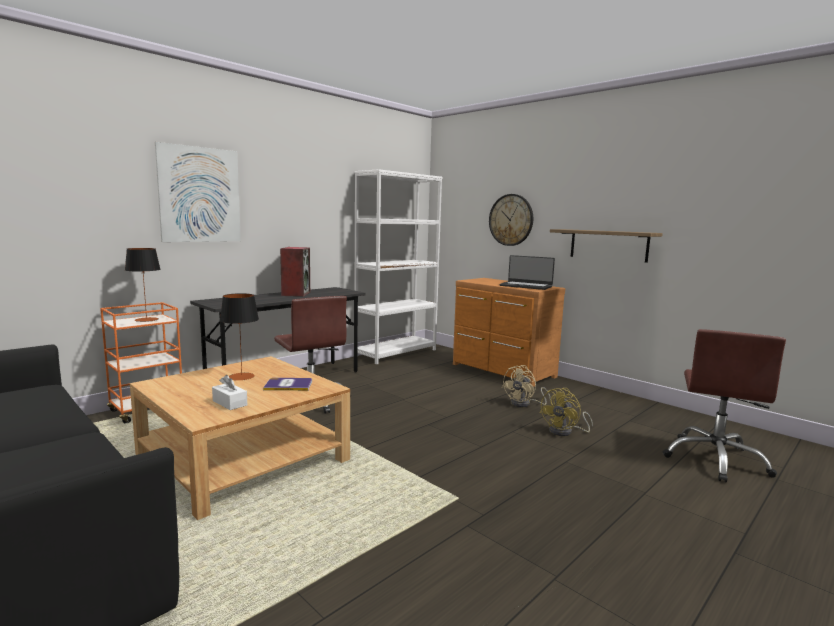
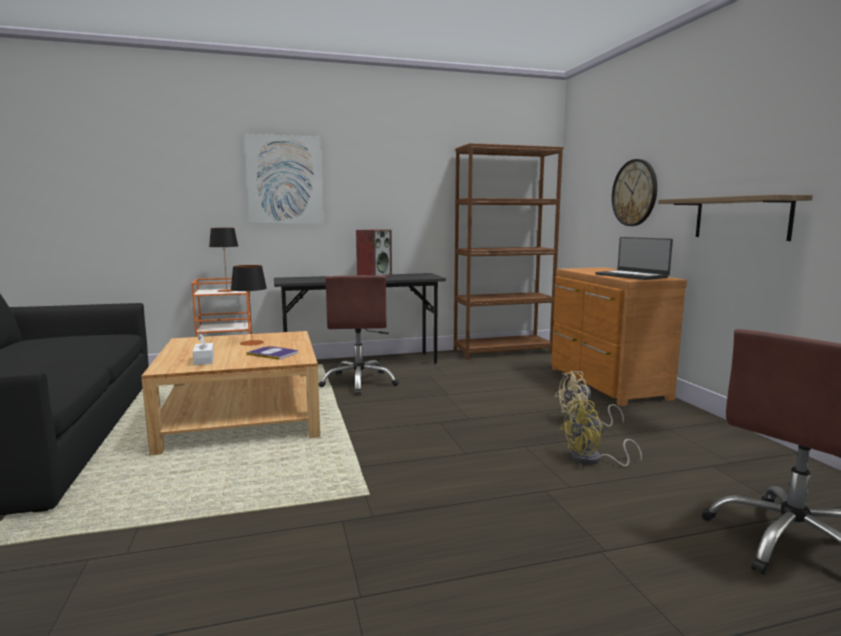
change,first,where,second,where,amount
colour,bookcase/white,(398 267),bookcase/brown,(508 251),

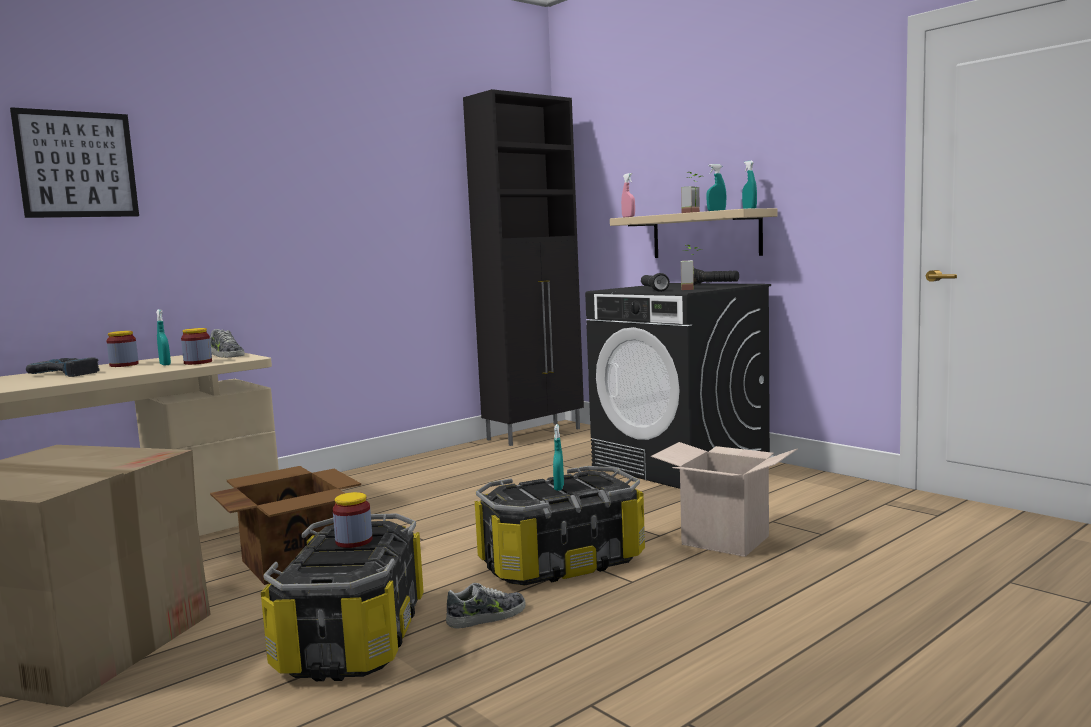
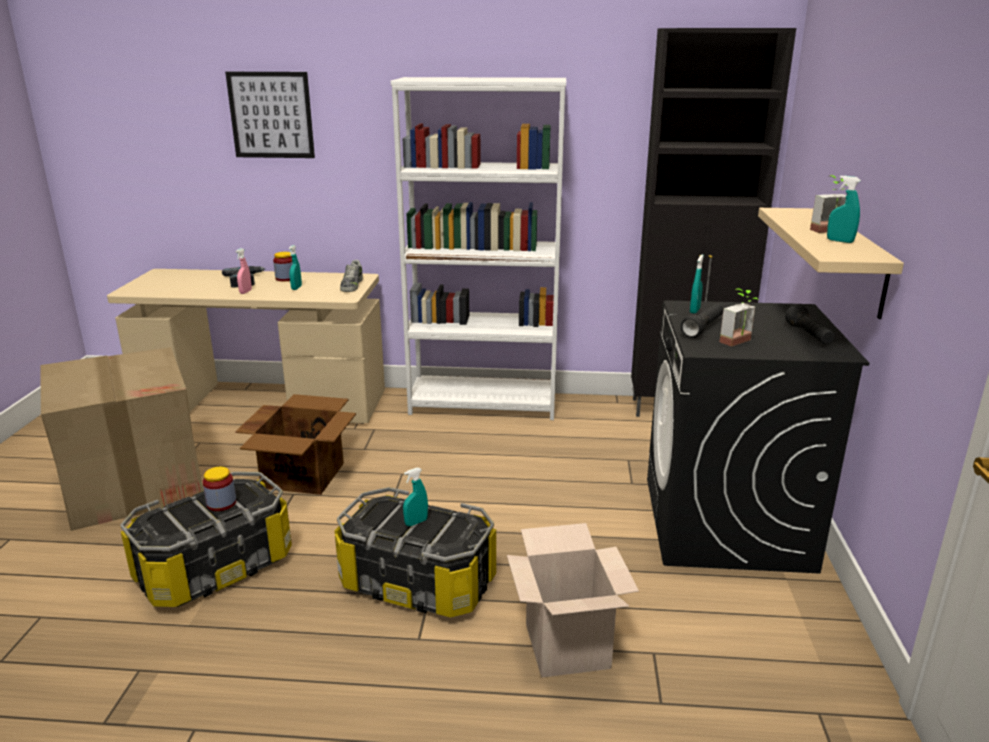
change,first,where,second,where,amount
missing,jar,(196 346),,,
missing,shoe,(486 606),,,
relocated,spray bottle/pink,(628 195),,(243 271),
relocated,spray bottle/turquoise,(749 185),,(697 284),
appeared,,,bookcase/white,(478 248),

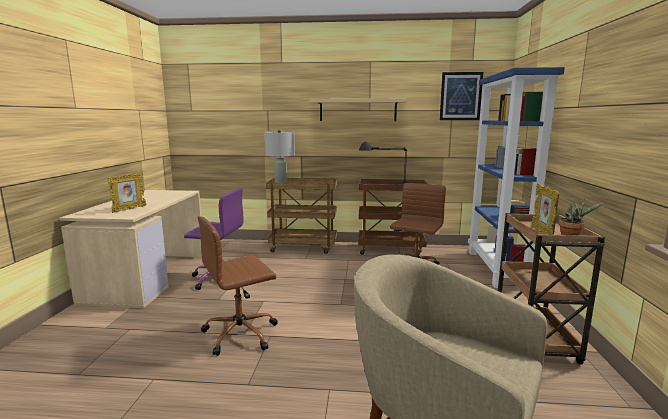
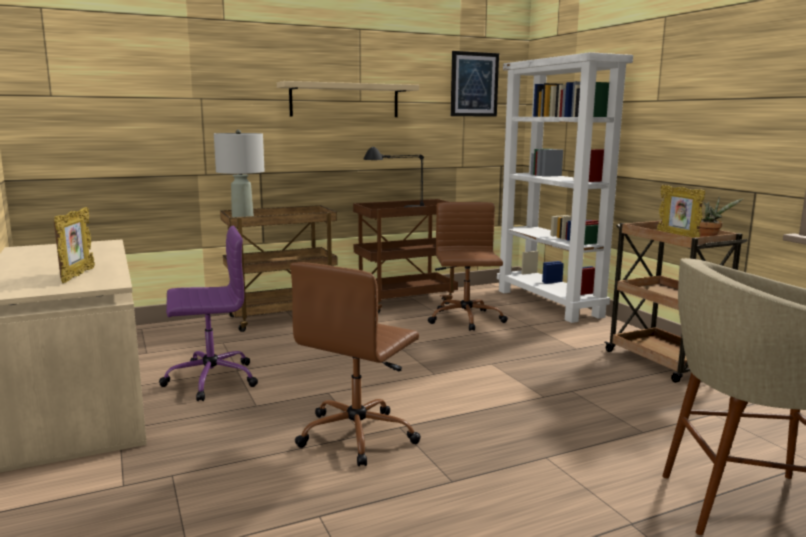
change,first,where,second,where,amount
colour,bookcase/blue,(516 177),bookcase/white,(565 187),

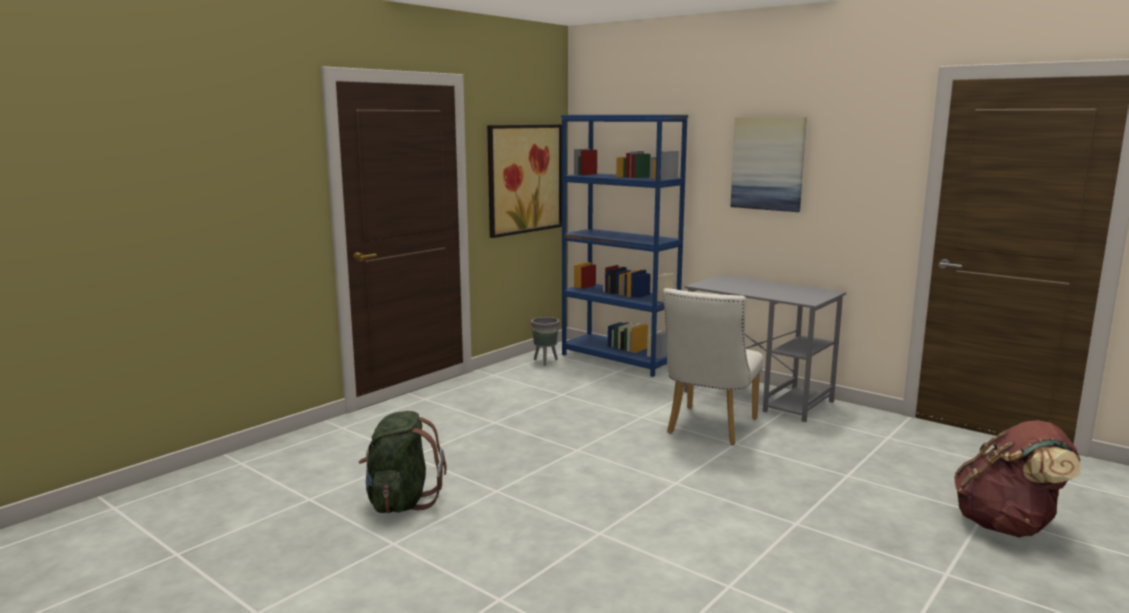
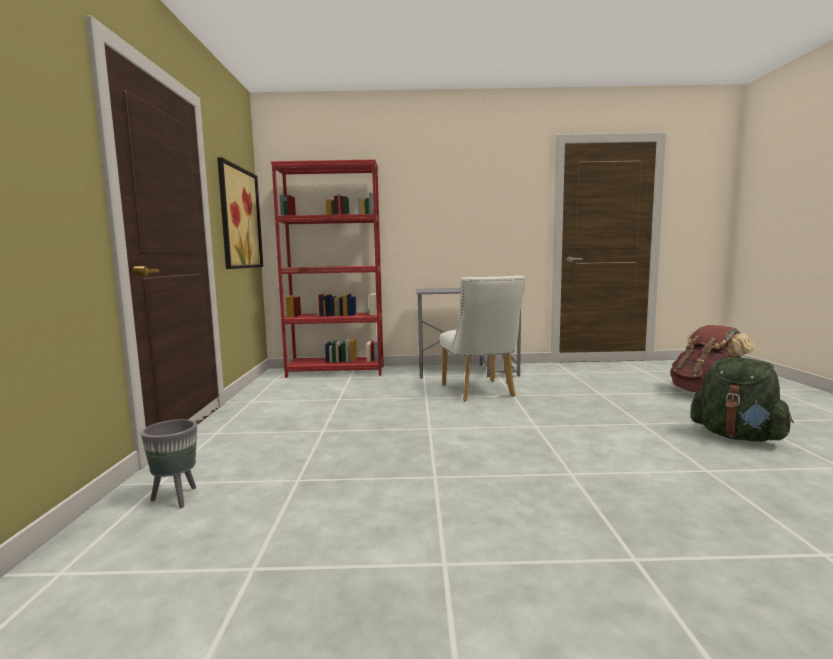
change,first,where,second,where,amount
relocated,backpack/green,(402 462),,(742 399),
relocated,planter/grey,(545 341),,(169 463),
colour,bookcase/blue,(624 246),bookcase/red,(327 268),
missing,picture,(768 164),,,

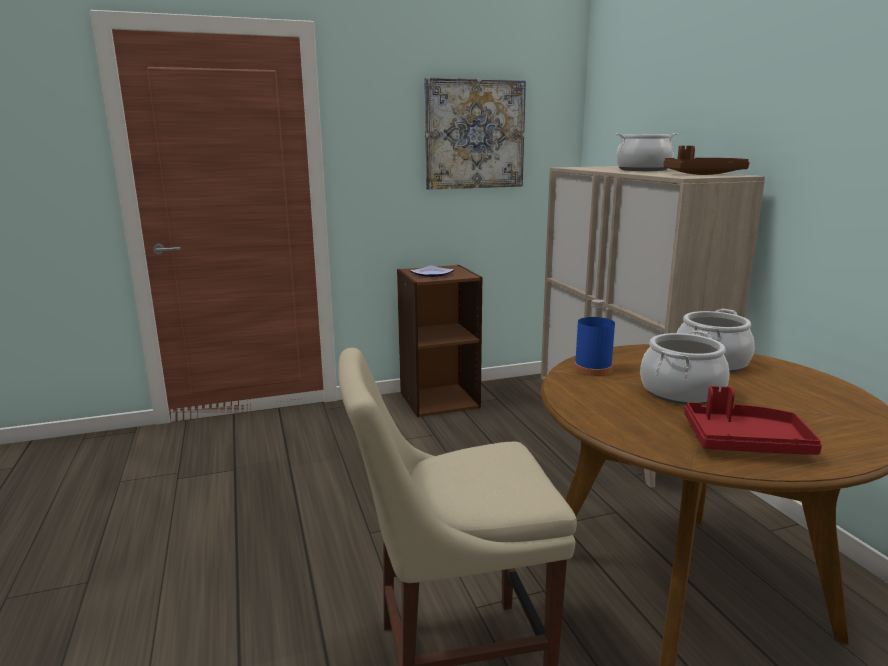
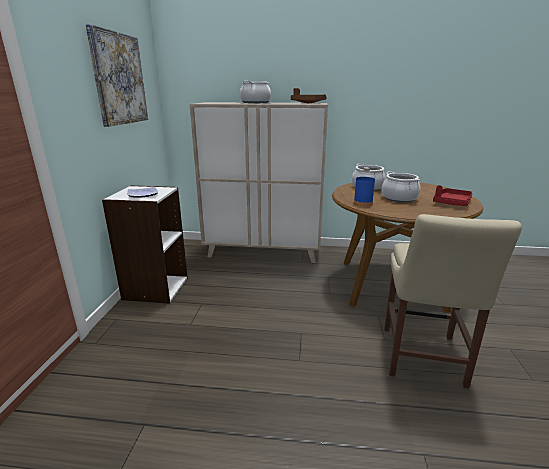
change,first,where,second,where,amount
colour,bookcase/brown,(439 341),bookcase/white,(145 245),

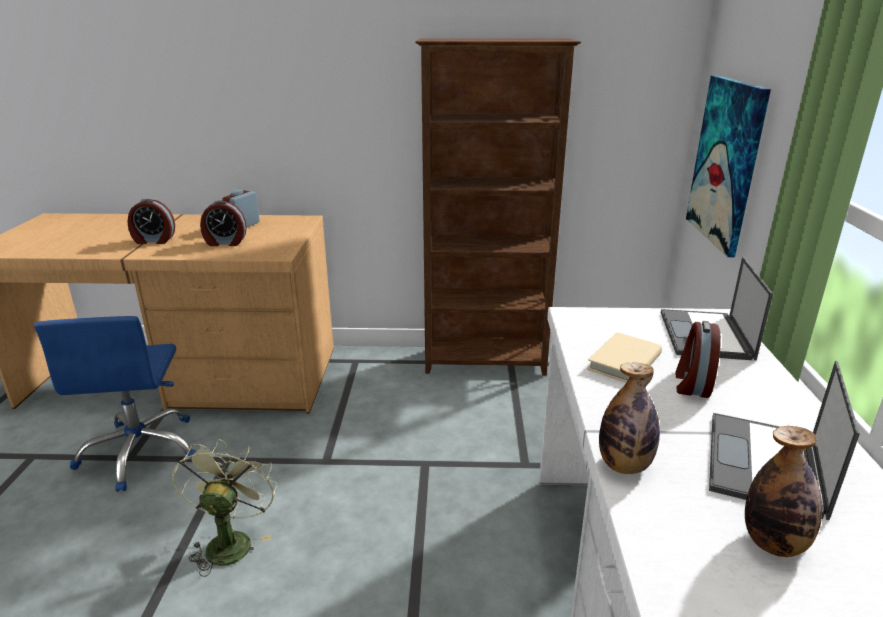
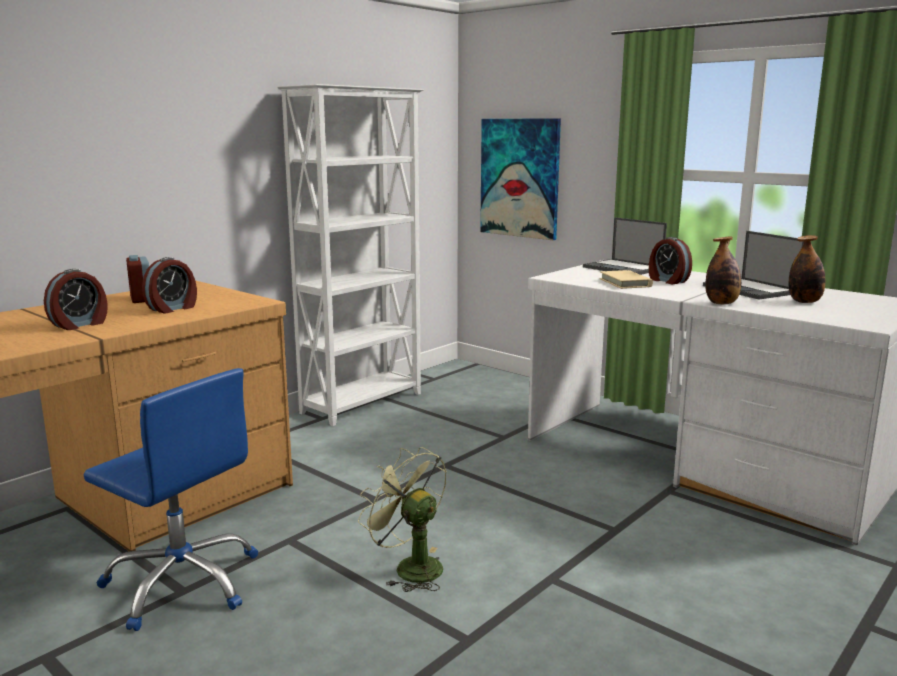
change,first,where,second,where,amount
colour,bookcase/brown,(498 207),bookcase/white,(350 255),

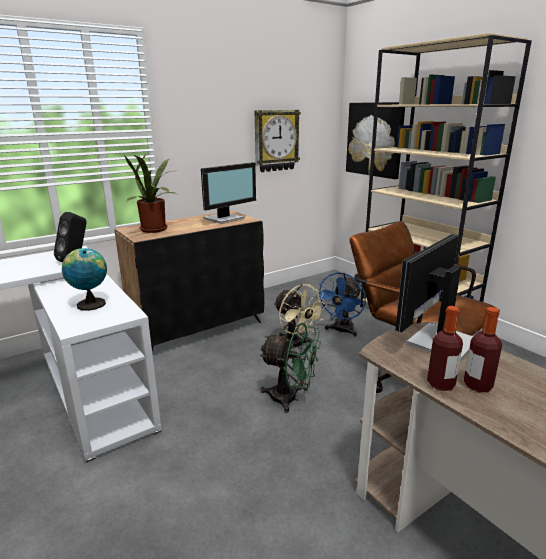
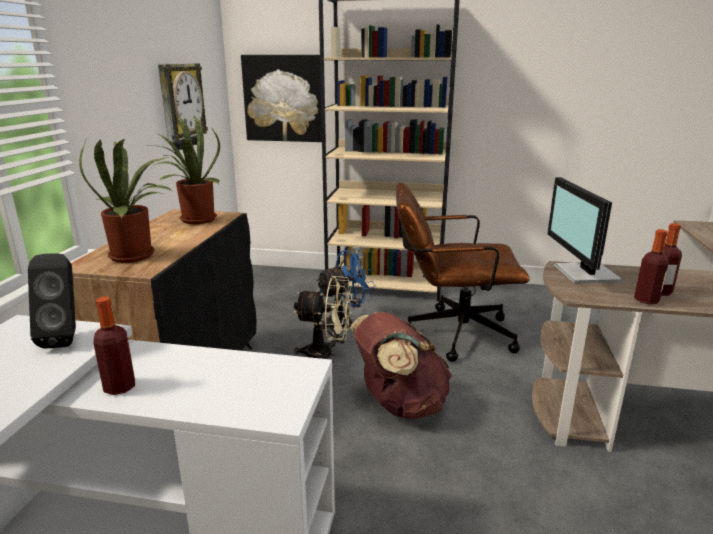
change,first,where,second,where,amount
missing,globe,(84 279),,,
exchanged,monitor,(228 193),potted plant,(184 169),
exchanged,fan/green,(290 368),backpack/brown,(401 365),
spun,fan/blue,(340 305),,(346 289),105 degrees counterclockwise
appeared,,,bottle,(114 345),

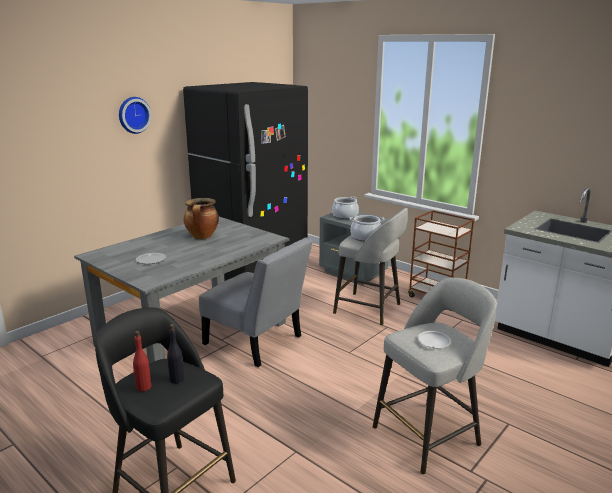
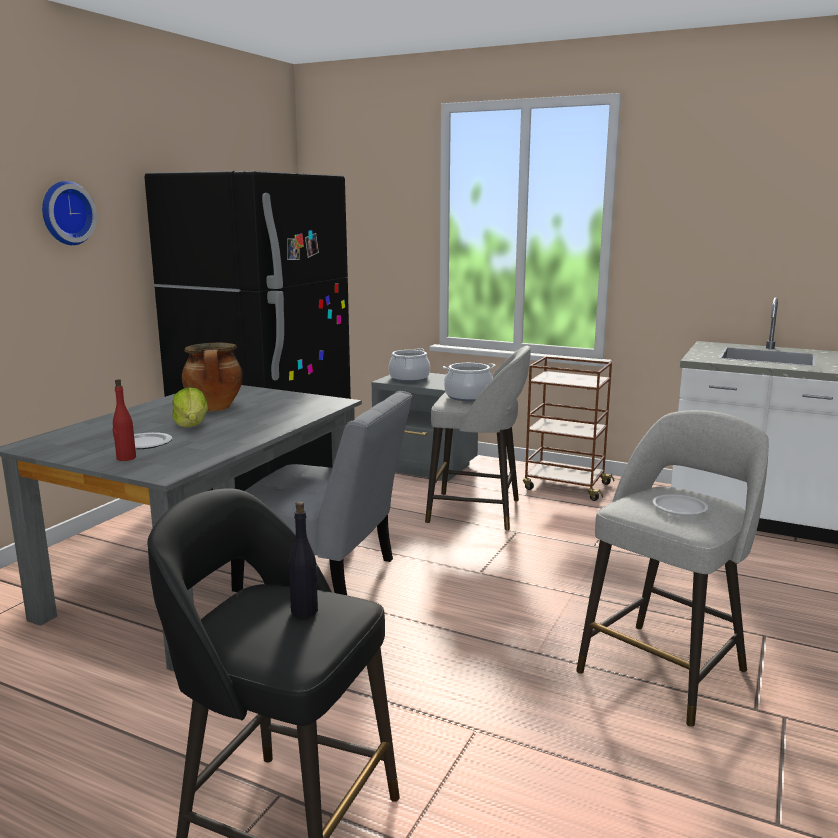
change,first,where,second,where,amount
relocated,bottle/red,(142 361),,(124 420),
appeared,,,lettuce,(190 407),

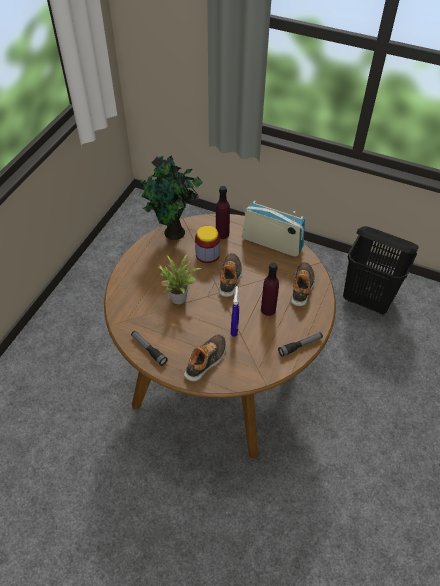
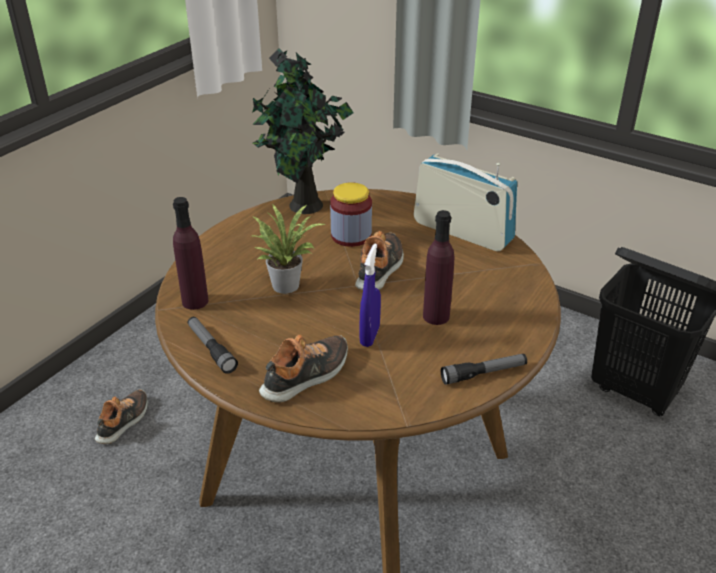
change,first,where,second,where,amount
relocated,bottle/purple,(223 212),,(190 253),
relocated,shoe,(303 284),,(121 416),

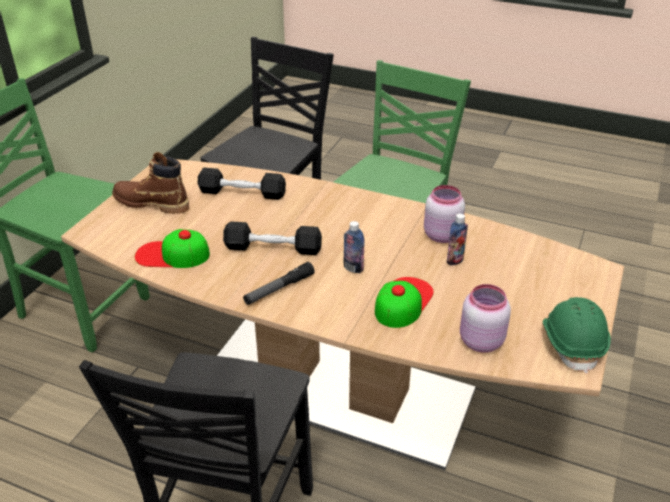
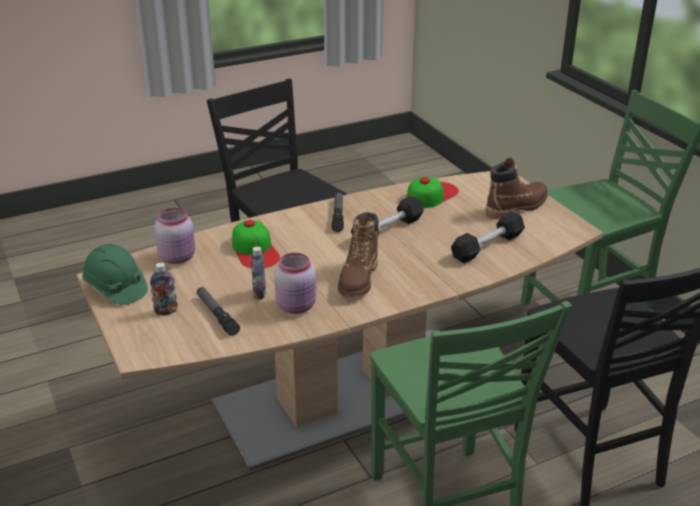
change,first,where,second,where,amount
relocated,bottle,(354 247),,(164 289),
appeared,,,flashlight,(218 311),
appeared,,,boot/brown,(358 254),

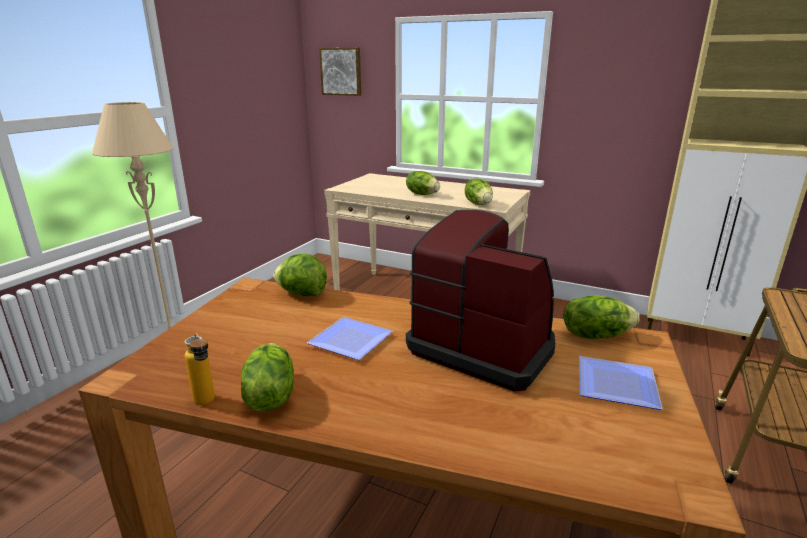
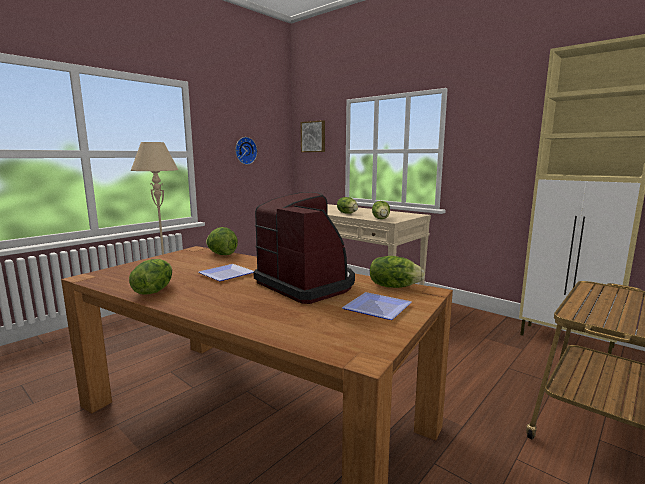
change,first,where,second,where,amount
missing,bottle,(200 369),,,
appeared,,,wall clock,(246 151),

